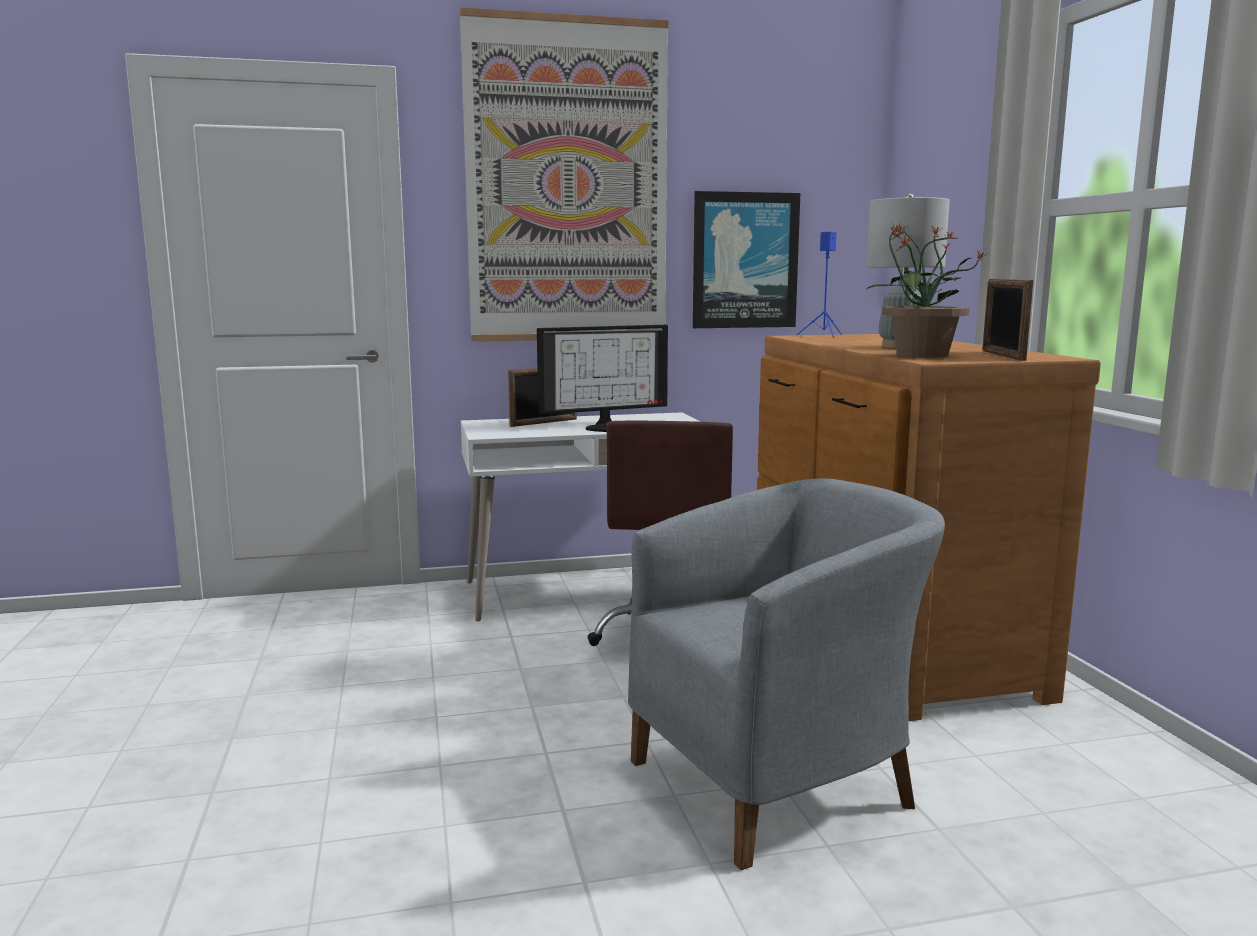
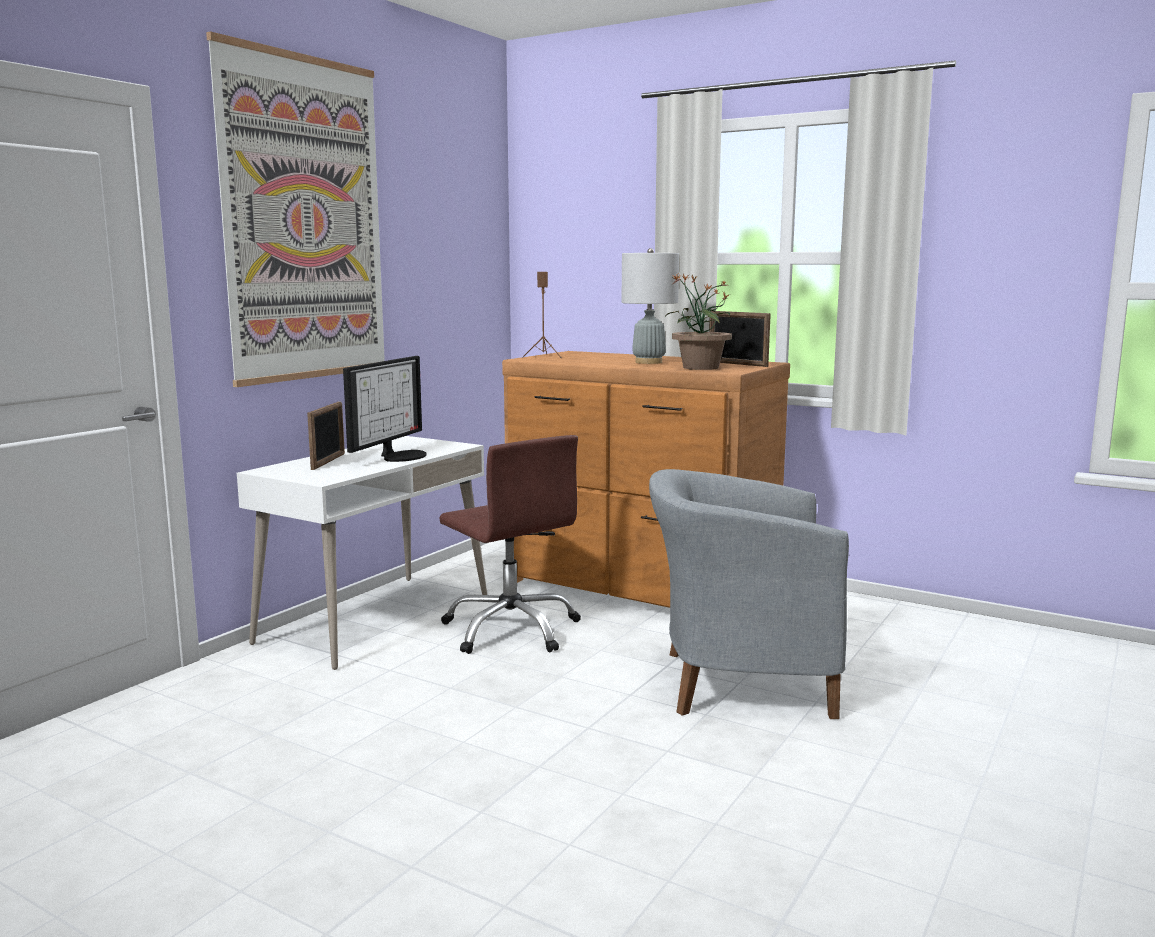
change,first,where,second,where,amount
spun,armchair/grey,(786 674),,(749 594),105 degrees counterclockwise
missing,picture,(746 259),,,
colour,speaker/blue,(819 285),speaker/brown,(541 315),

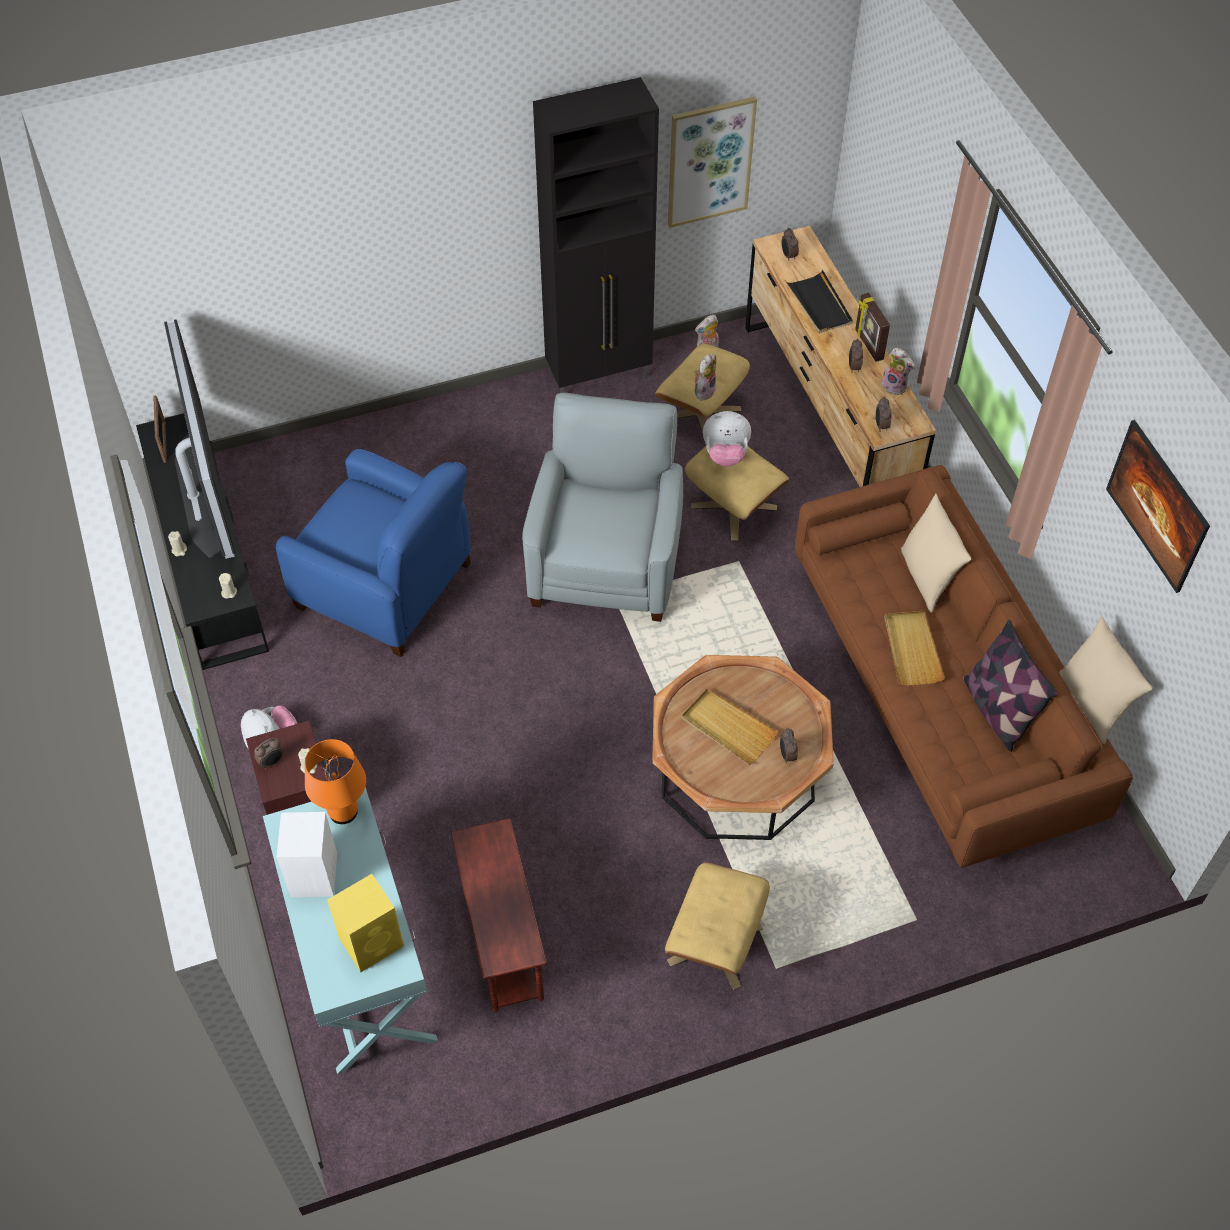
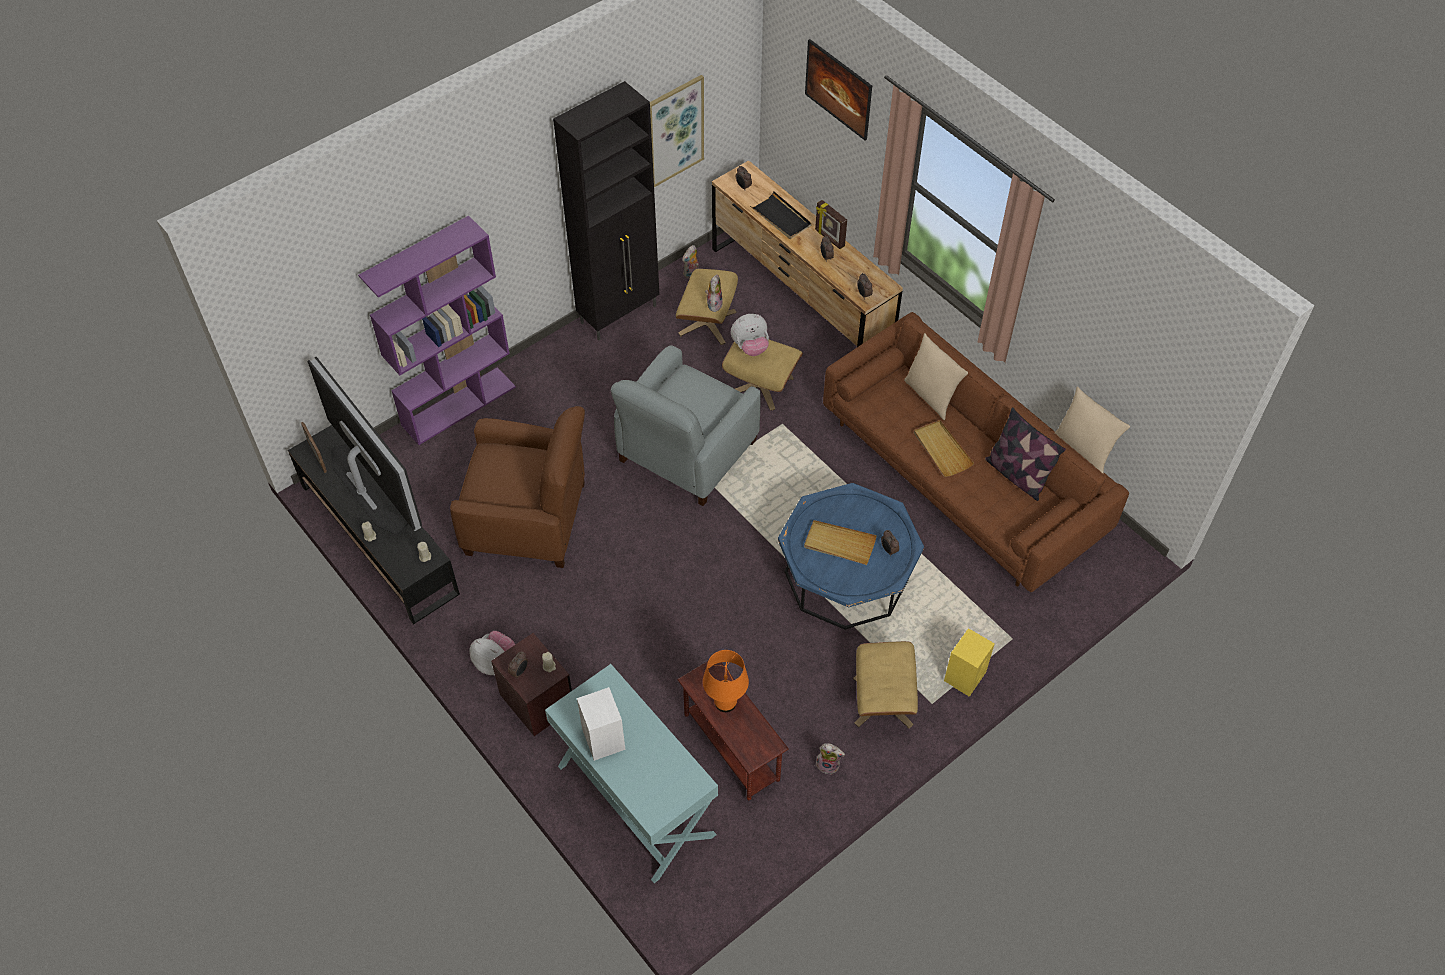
change,first,where,second,where,amount
colour,armchair/blue,(373 553),armchair/brown,(517 487),
relocated,table lamp/orange,(335 781),,(726 681),
relocated,speaker/yellow,(365 923),,(969 662),
spun,armchair/grey,(602 507),,(686 426),135 degrees counterclockwise
colour,coffee table/brown,(743 747),coffee table/blue,(851 556),
relocated,plush toy,(898 372),,(830 758),
relocated,picture,(1158 506),,(838 90),
appeared,,,bookcase/purple,(437 330),

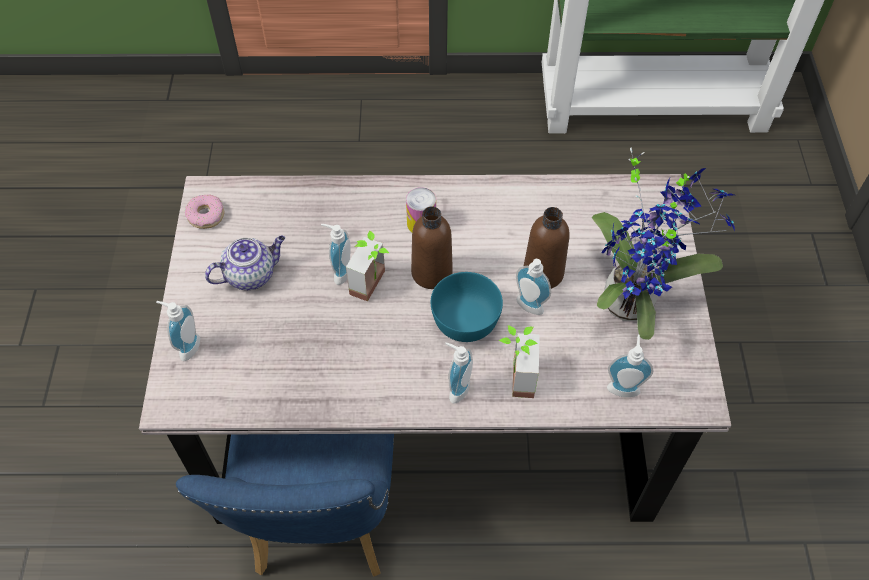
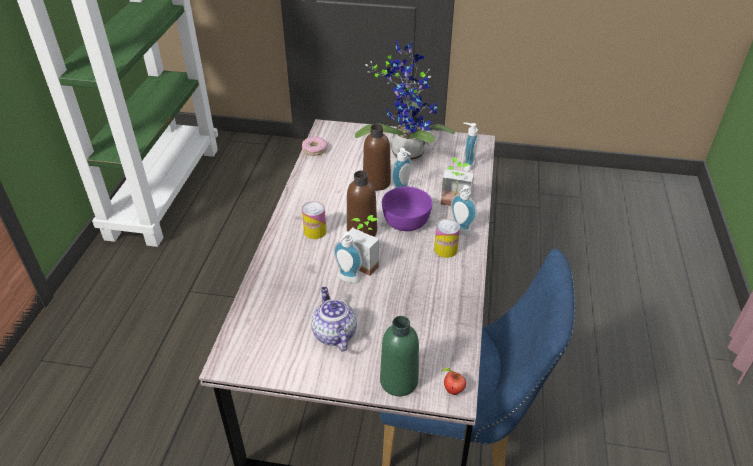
change,first,where,second,where,amount
exchanged,soap dispenser,(178 331),bottle/green,(399 356),
relocated,donut,(204 211),,(314 146),
colour,bowl/turquoise,(467 307),bowl/purple,(407 209),
appeared,,,can,(447 238),
appeared,,,apple,(453 381),

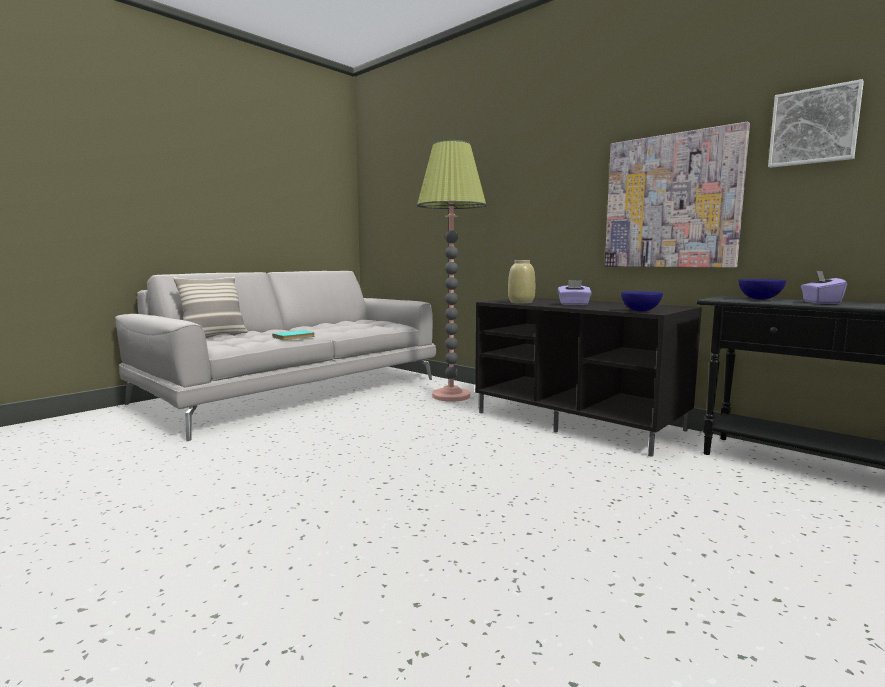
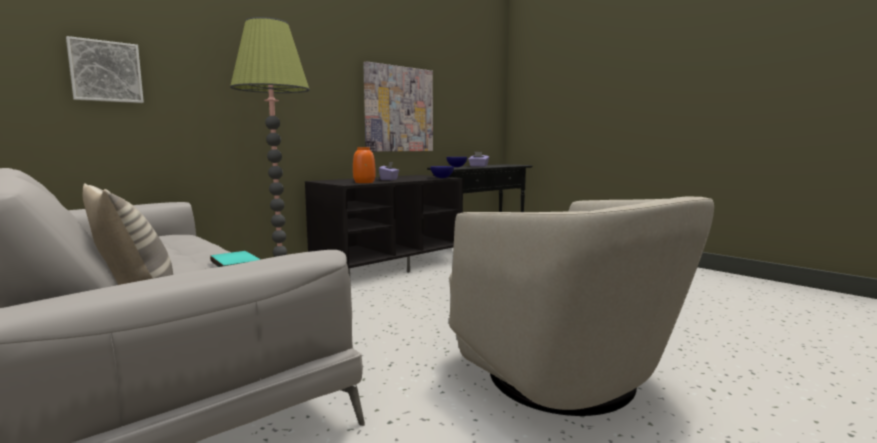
change,first,where,second,where,amount
colour,vase/beige,(521 282),vase/orange,(364 165),
relocated,picture,(816 123),,(105 69),
appeared,,,armchair/beige,(581 306),

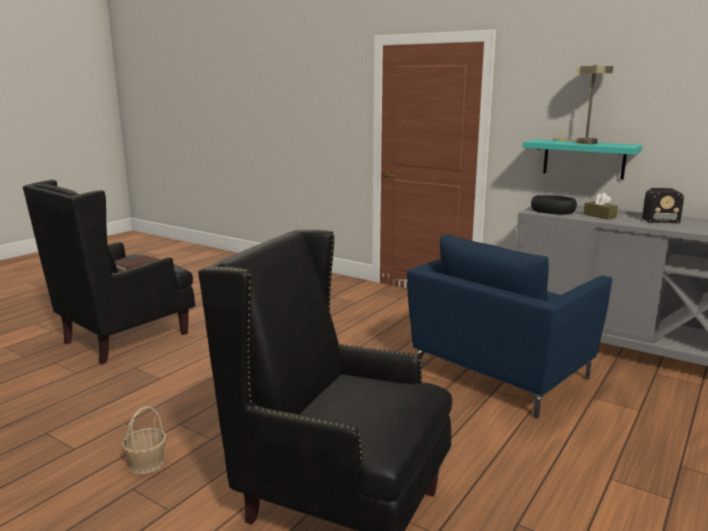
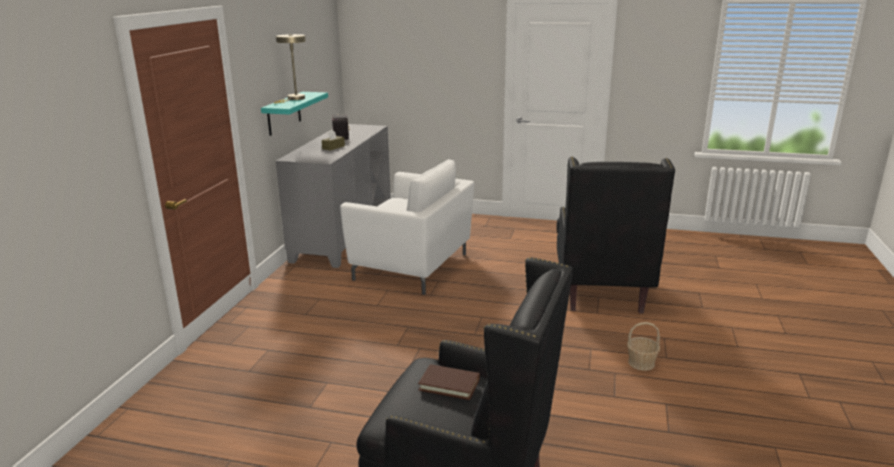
change,first,where,second,where,amount
colour,armchair/blue,(509 326),armchair/white,(407 227),
missing,bowl/black,(554 204),,,

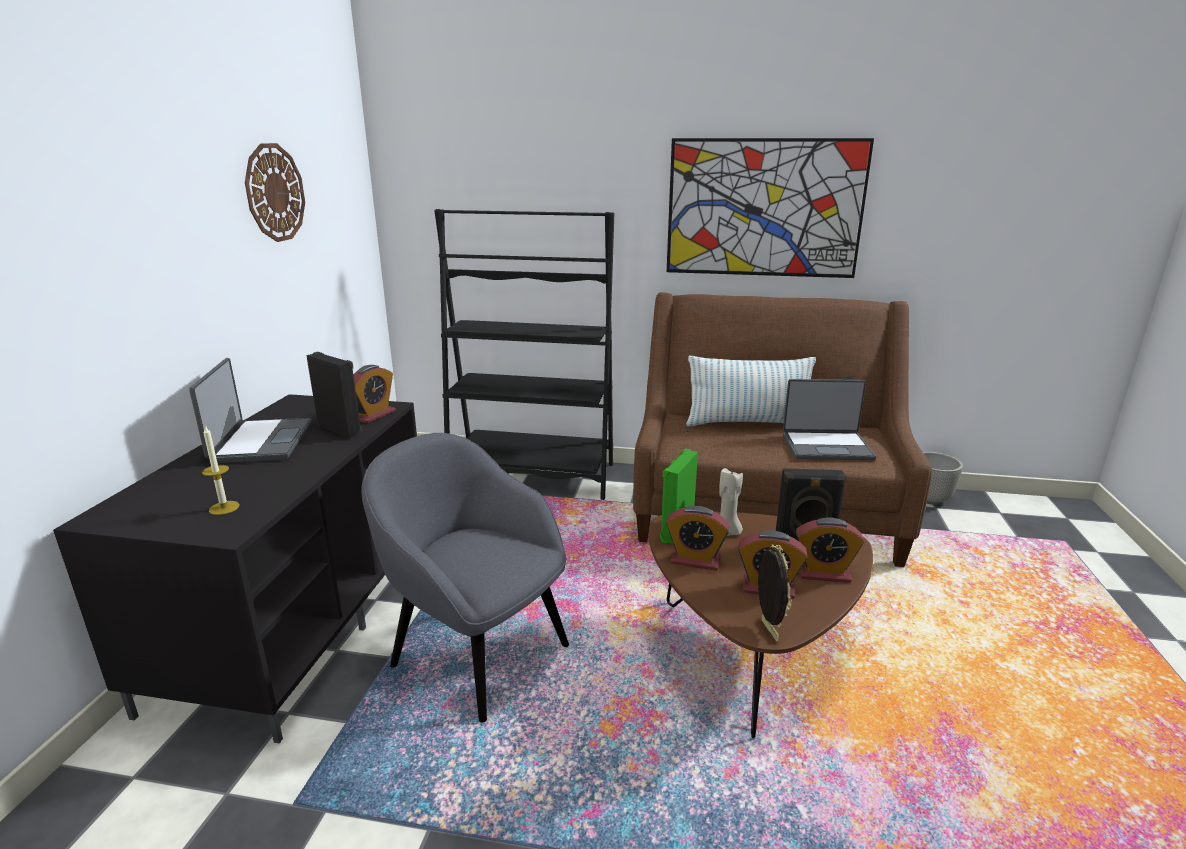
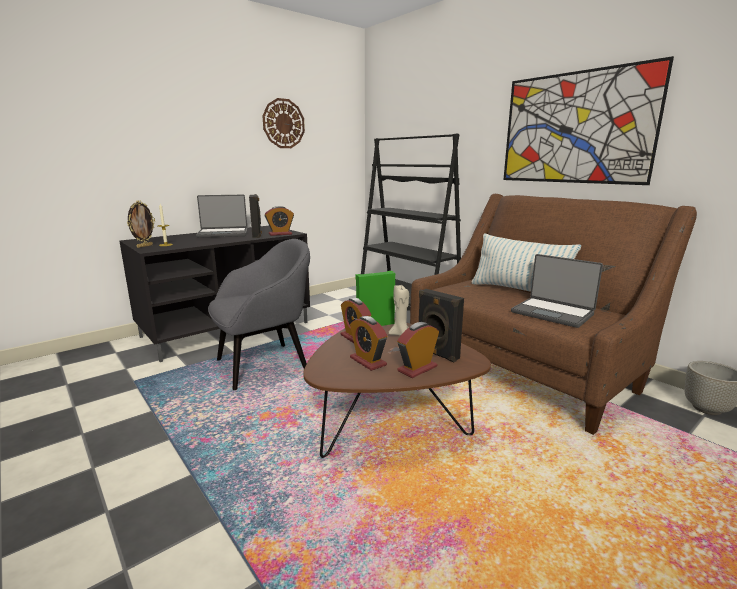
change,first,where,second,where,amount
spun,laptop,(250 411),,(222 216),45 degrees clockwise
spun,armchair/grey,(465 578),,(259 314),75 degrees clockwise
relocated,picture frame,(775 592),,(141 224),
spun,alarm clock,(830 550),,(418 350),90 degrees clockwise

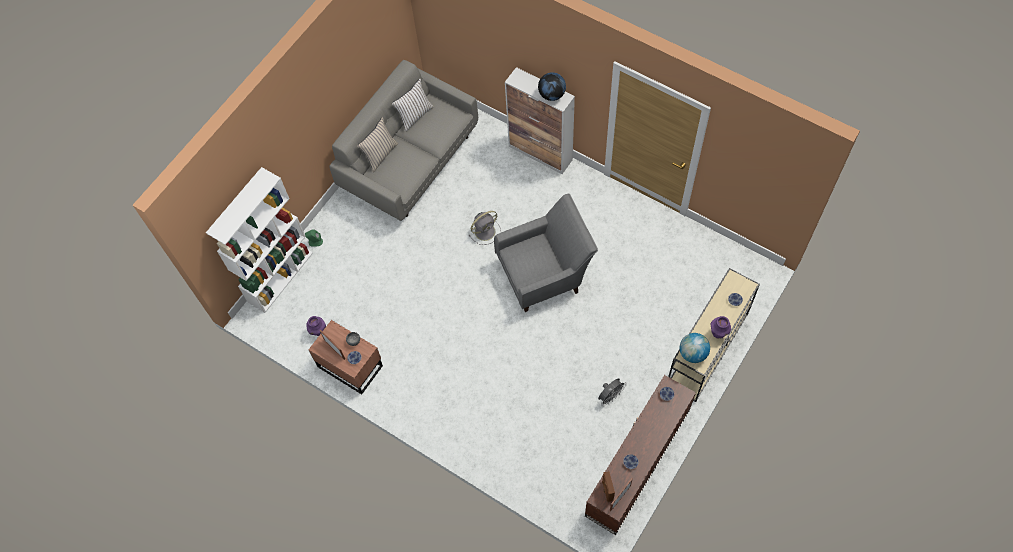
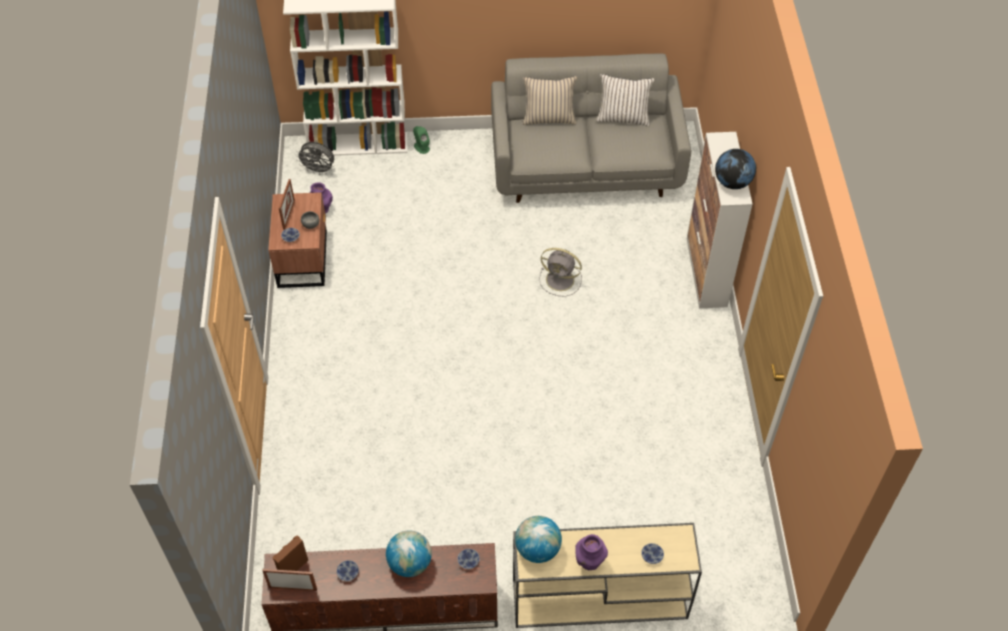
change,first,where,second,where,amount
missing,armchair/grey,(546 252),,,
relocated,fan/grey,(612 392),,(315 158),
appeared,,,globe,(409 553),

